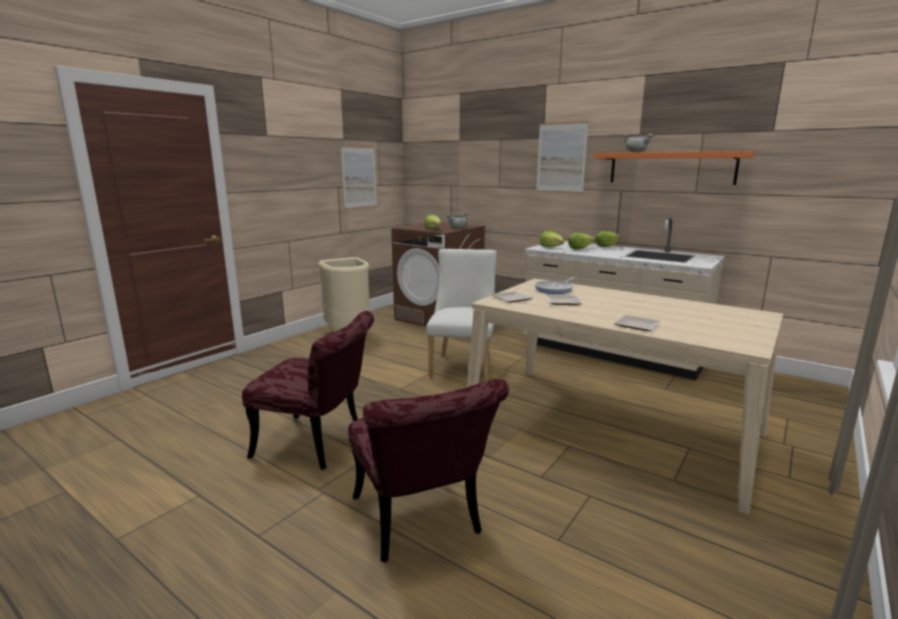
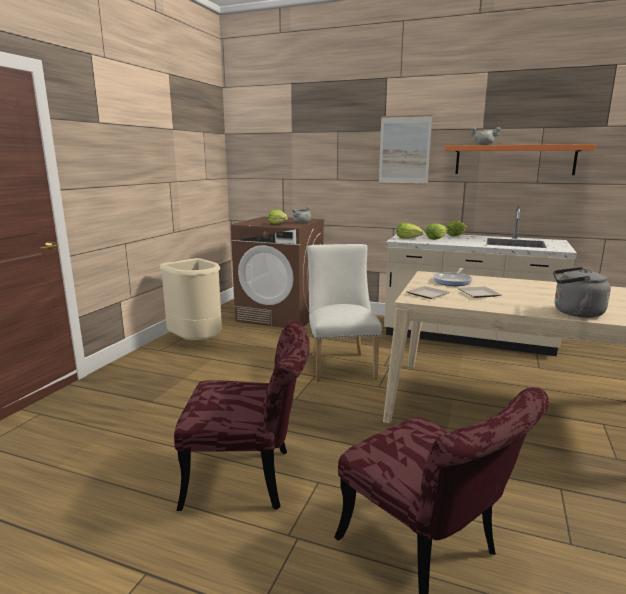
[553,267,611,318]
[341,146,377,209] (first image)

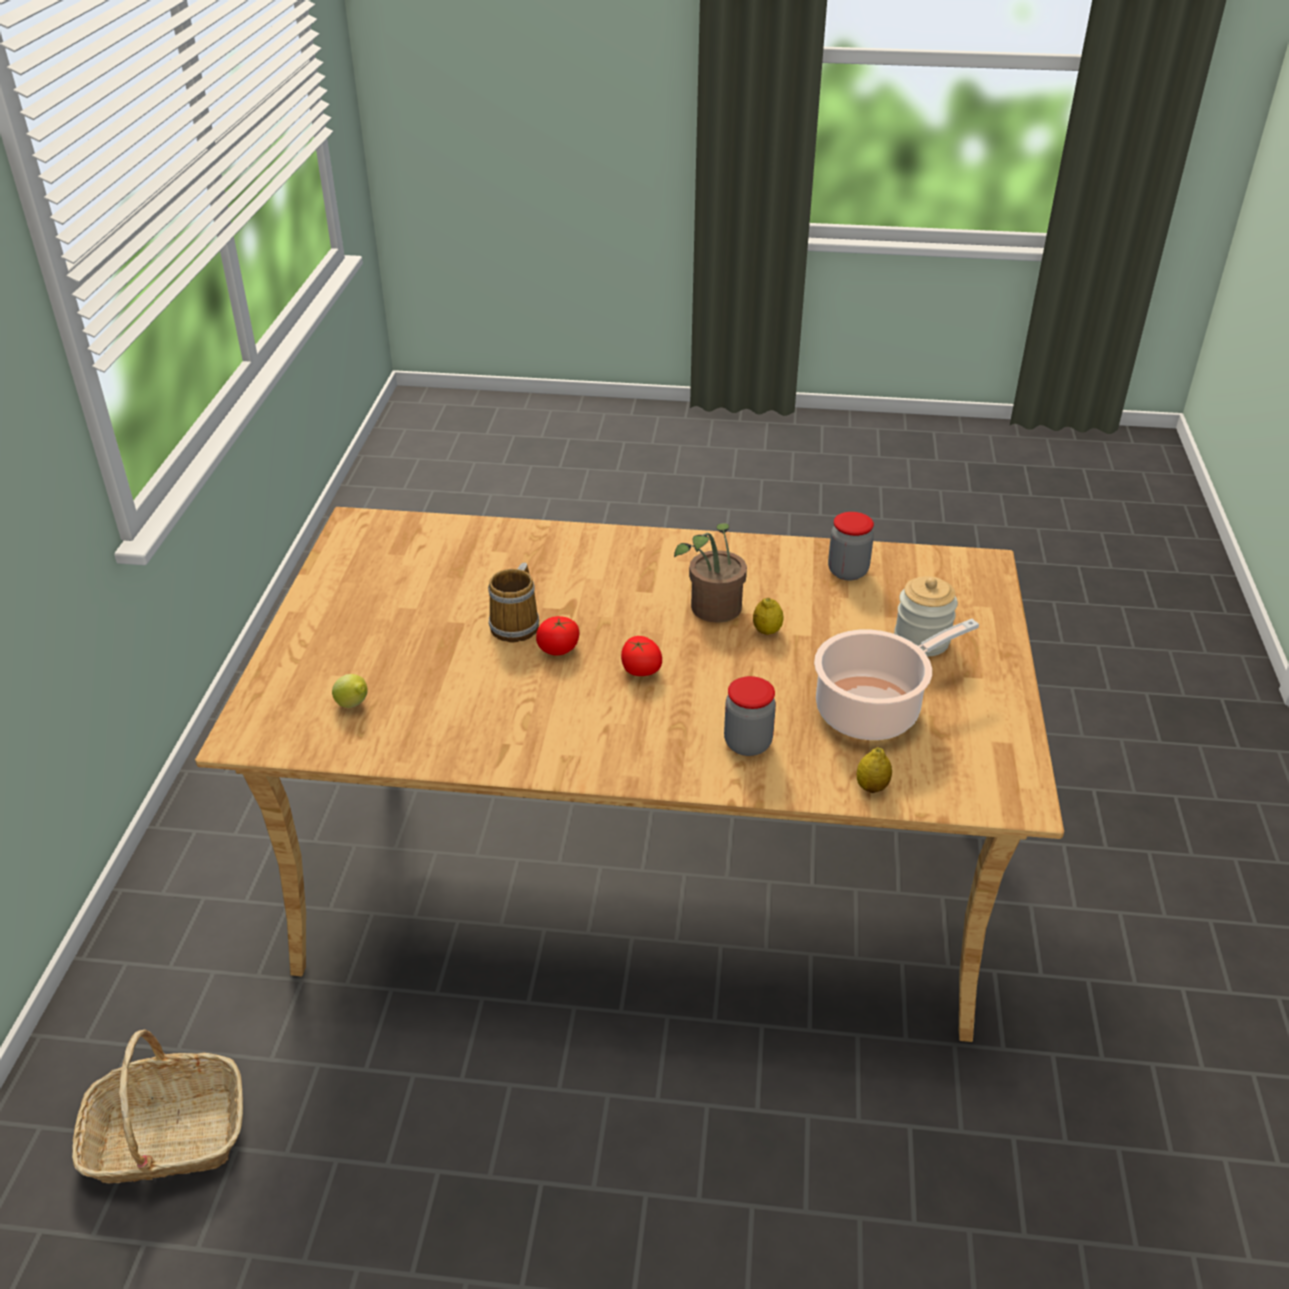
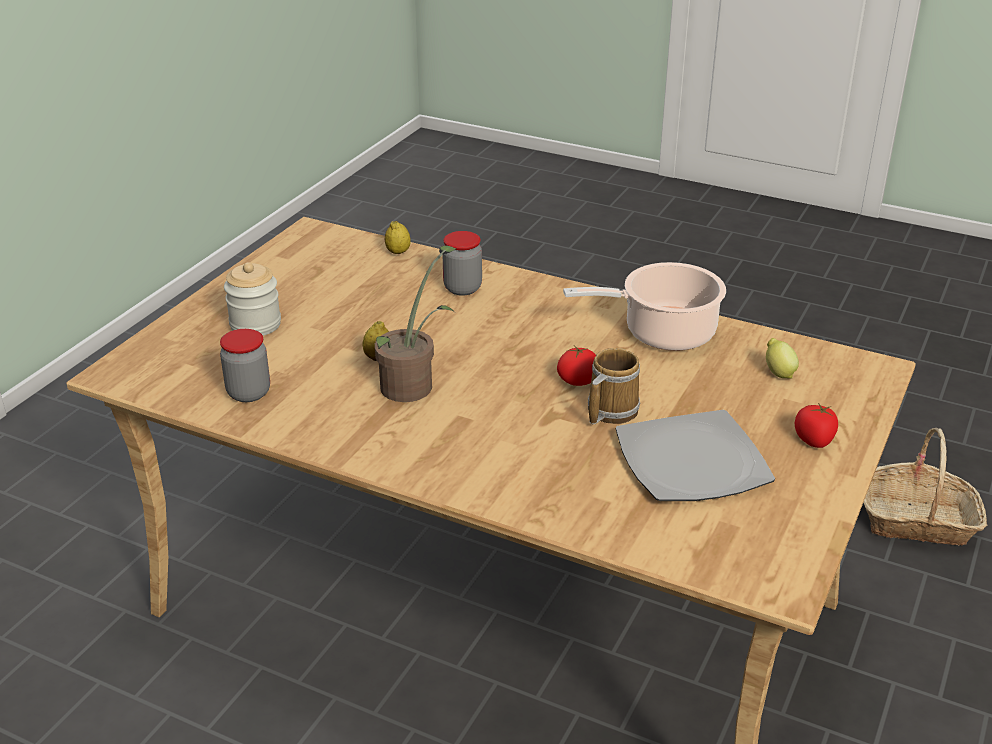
[563,262,726,351]
[616,410,775,501]
[795,403,838,448]

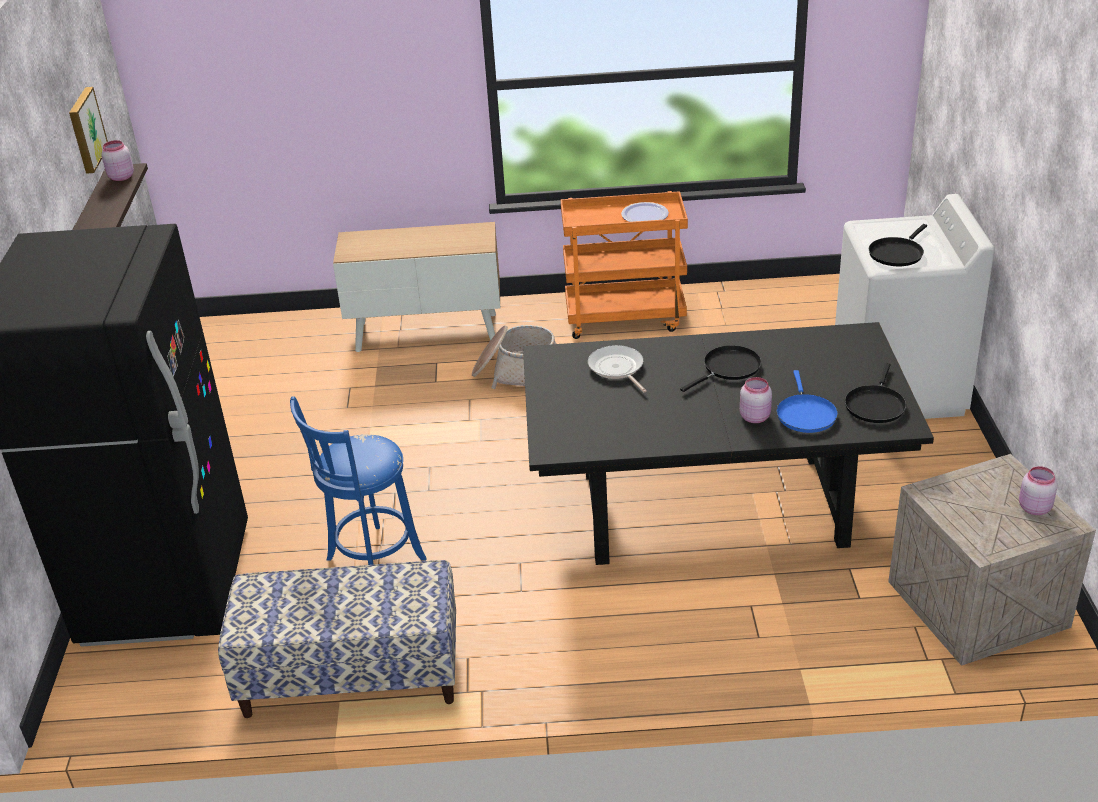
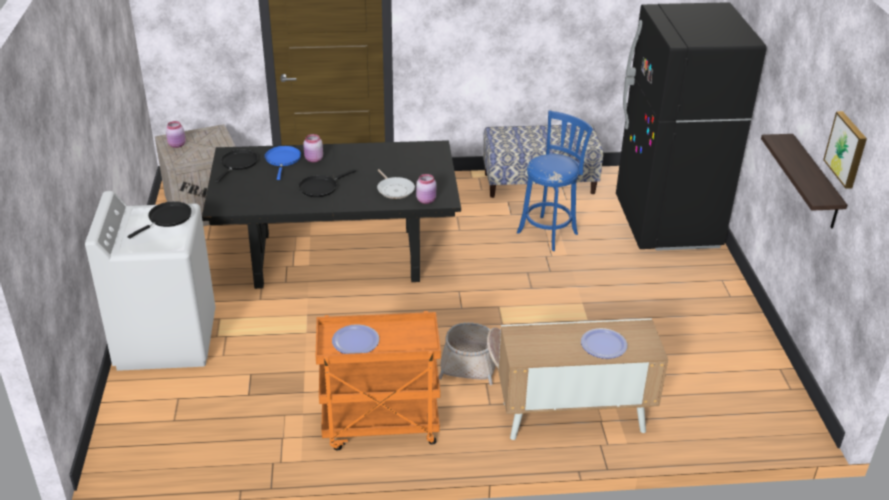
[416,174,436,204]
[581,328,627,359]

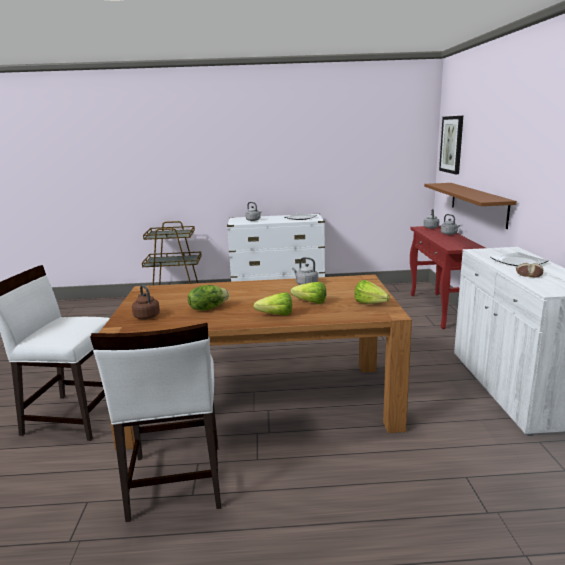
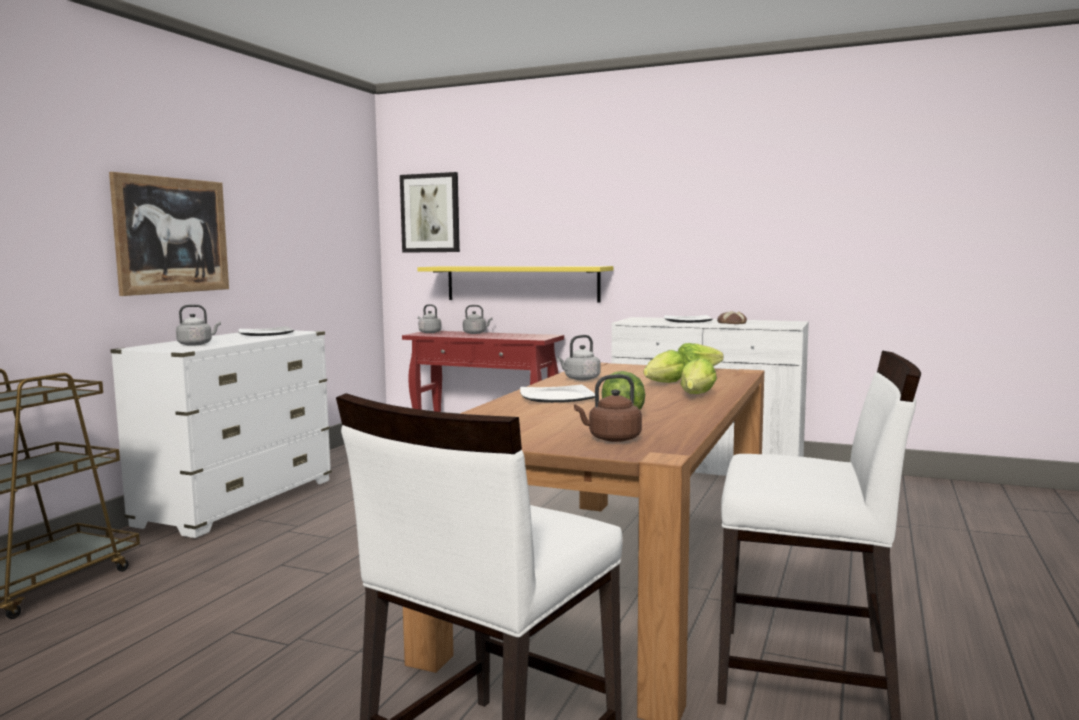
[109,172,229,296]
[417,266,613,302]
[520,385,595,403]

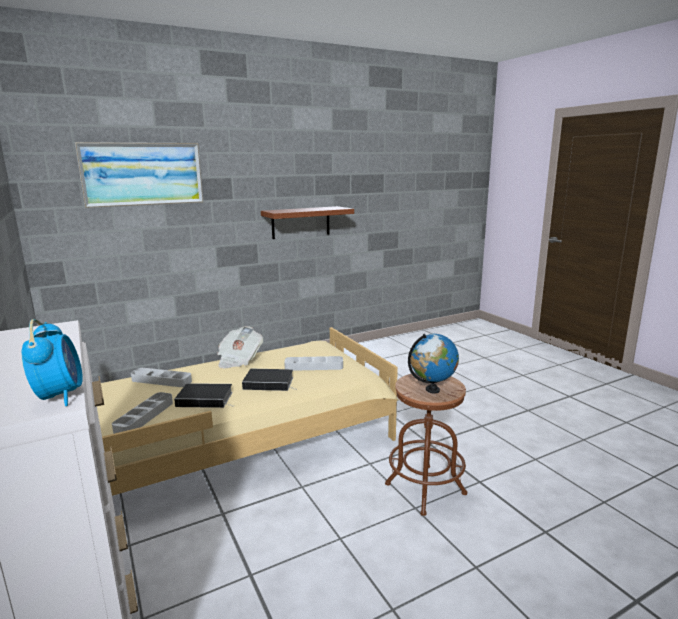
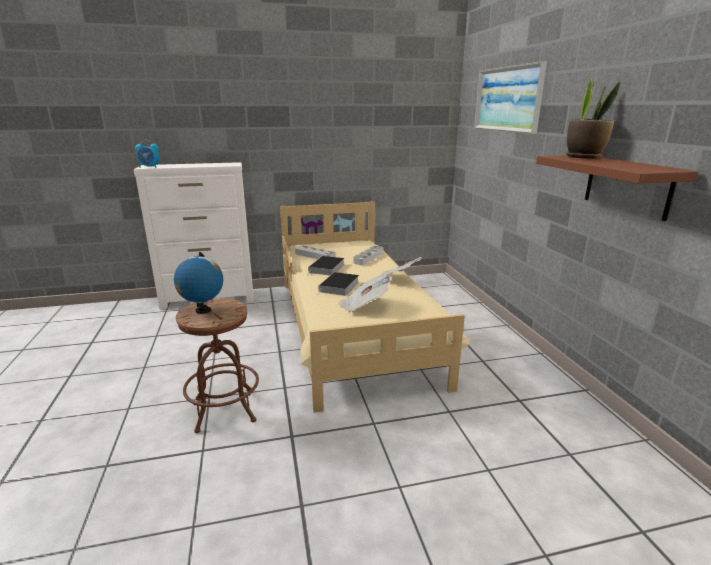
[338,275,392,312]
[566,77,620,159]

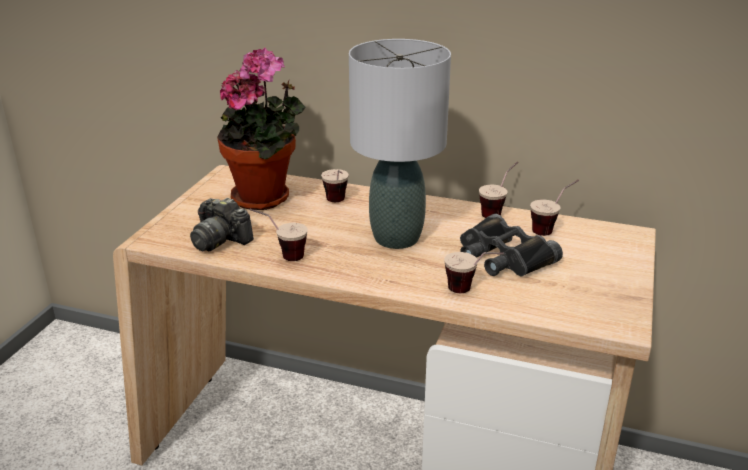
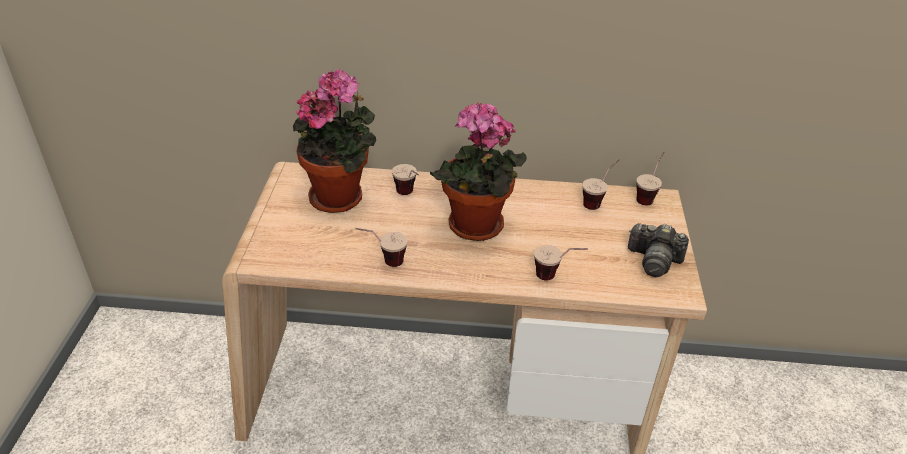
[430,102,527,241]
[628,223,689,277]
[636,152,665,205]
[460,214,563,276] (first image)

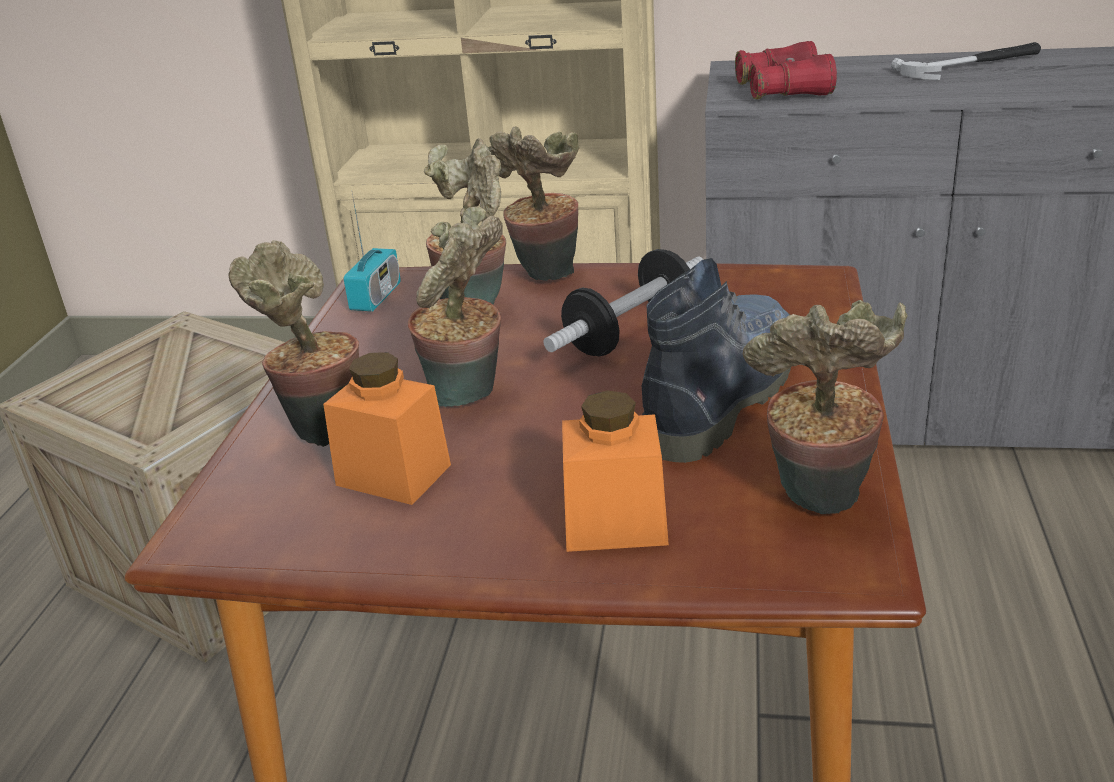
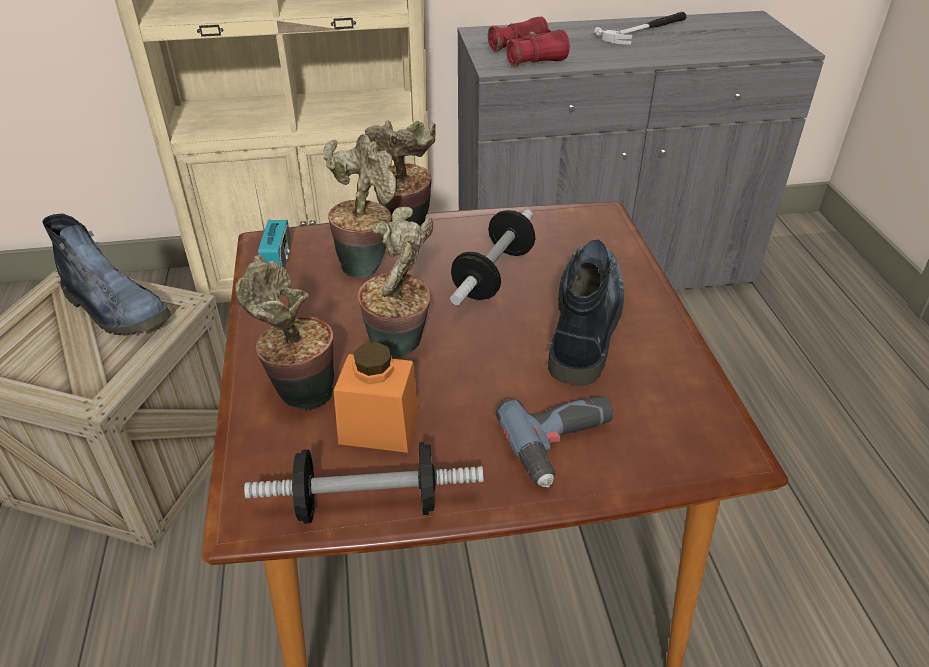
[42,213,171,335]
[244,442,483,524]
[496,396,613,487]
[743,300,908,514] (first image)

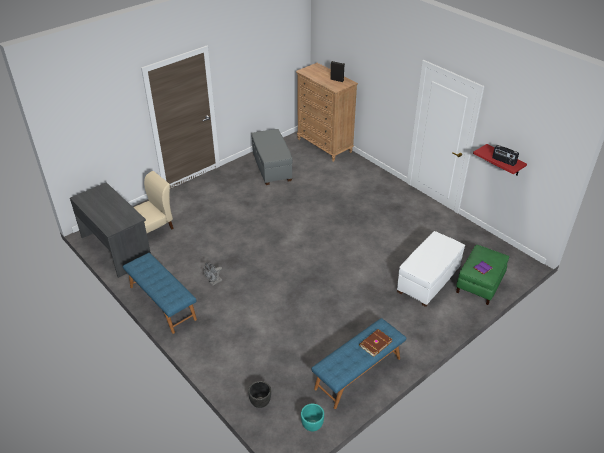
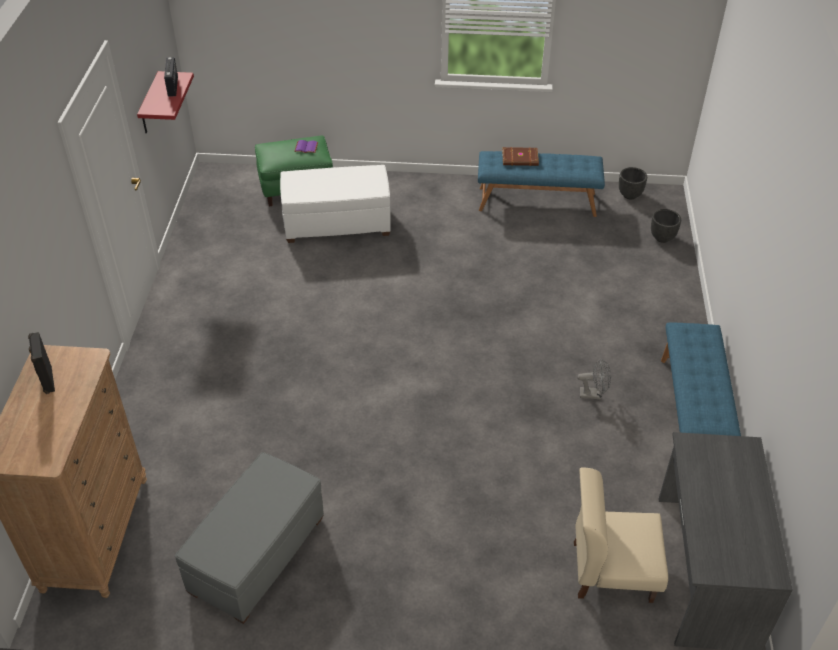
[619,167,647,200]

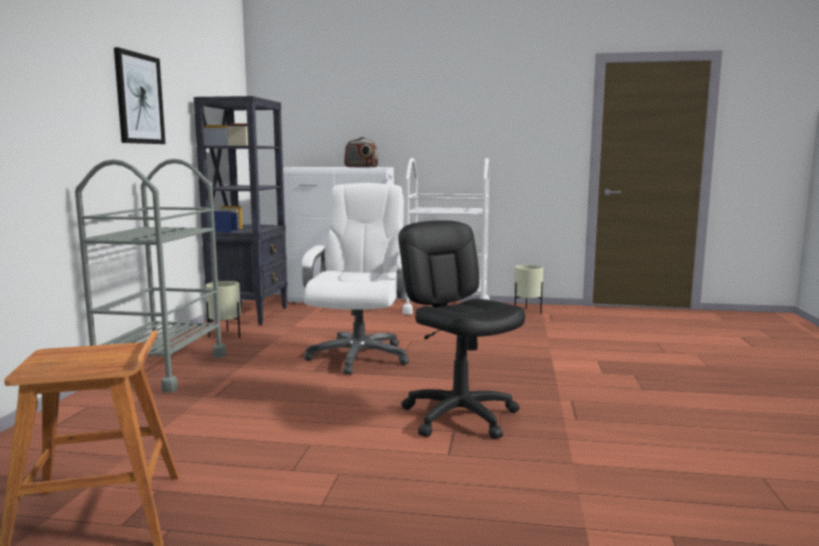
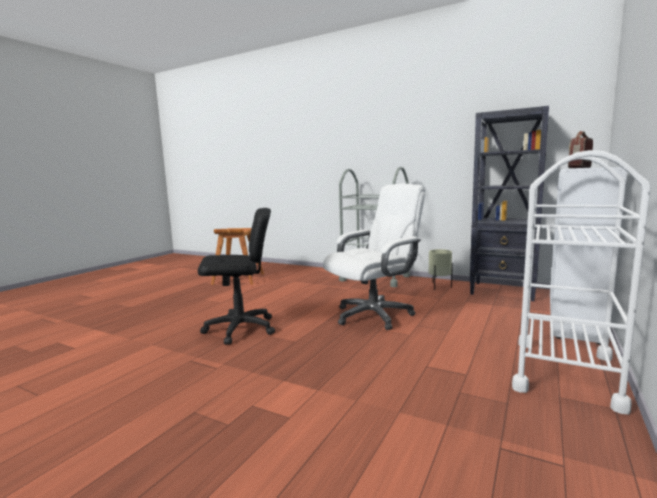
[323,184,425,330]
[114,47,166,144] (first image)
[514,265,543,313] (first image)

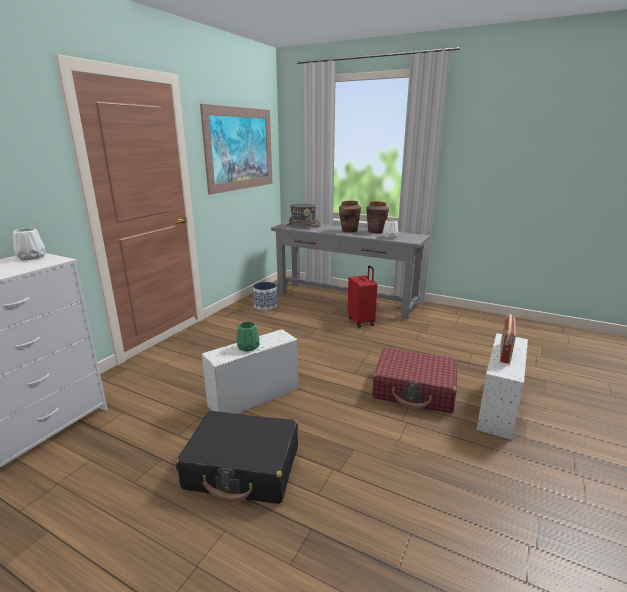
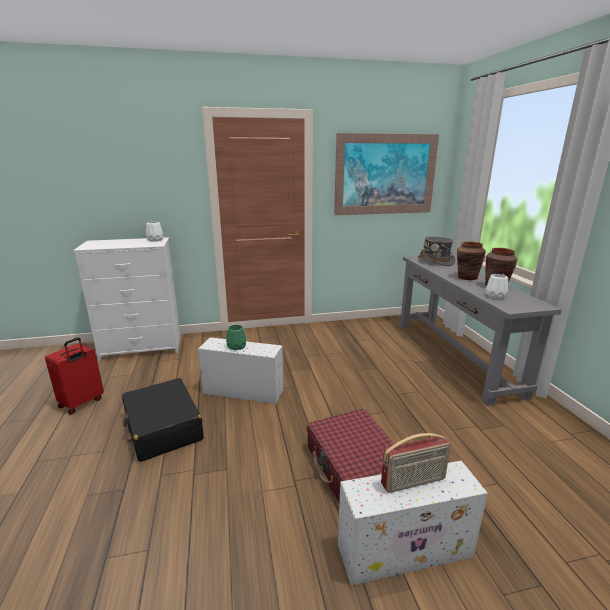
[45,337,104,414]
[253,282,277,310] (first image)

